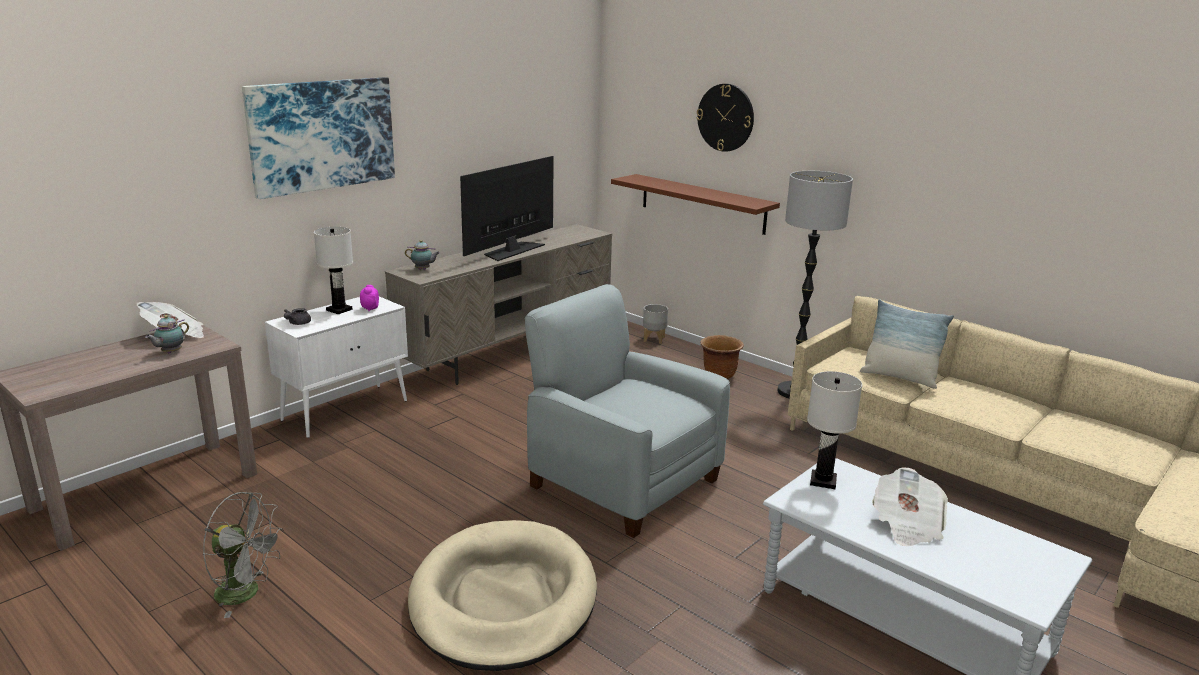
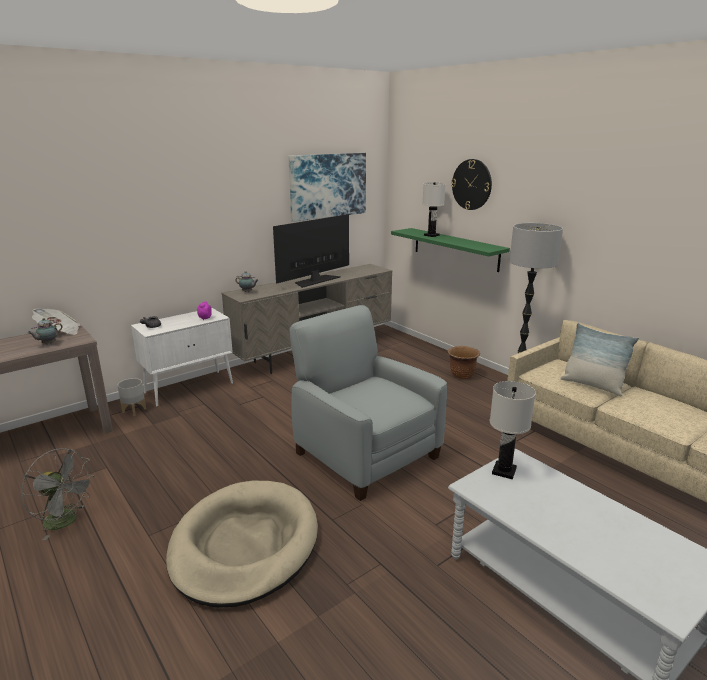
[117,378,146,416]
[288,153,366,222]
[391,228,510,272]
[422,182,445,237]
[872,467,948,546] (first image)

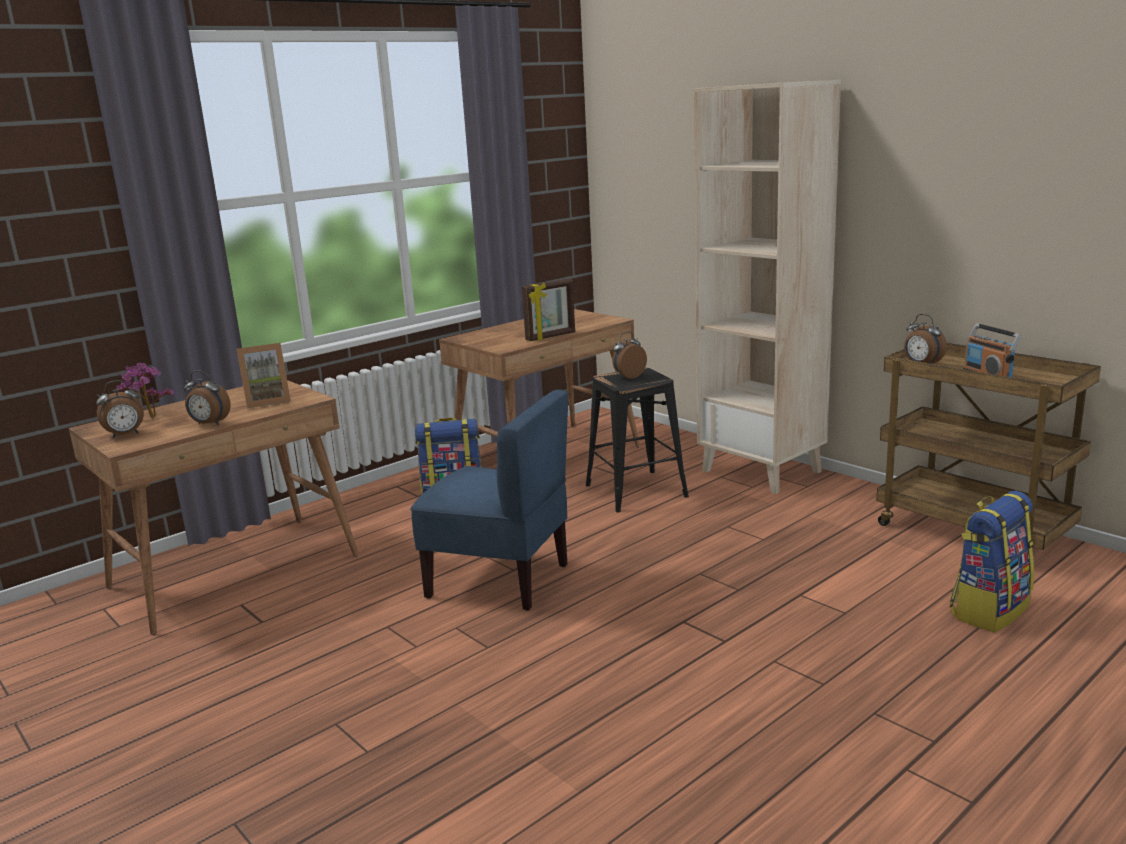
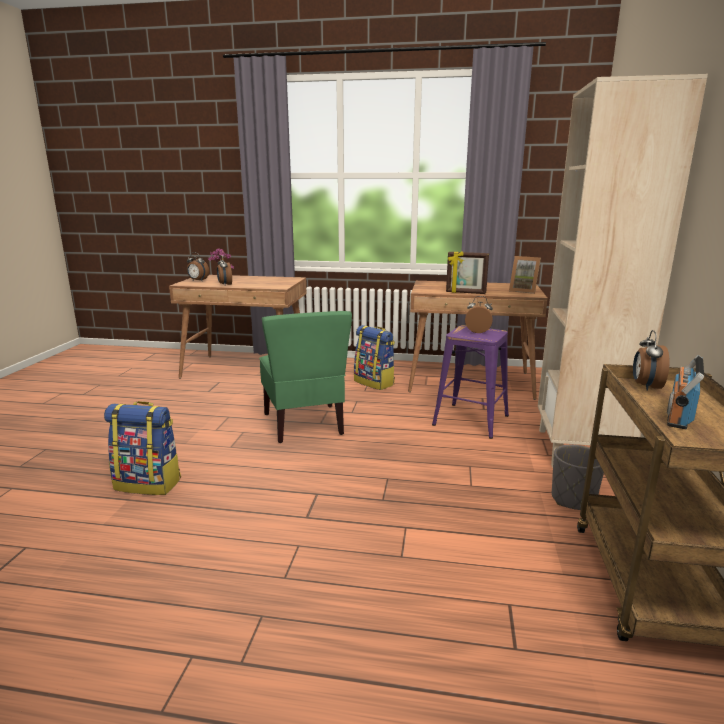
[104,401,181,495]
[259,311,352,443]
[432,325,509,439]
[509,256,541,294]
[552,445,604,510]

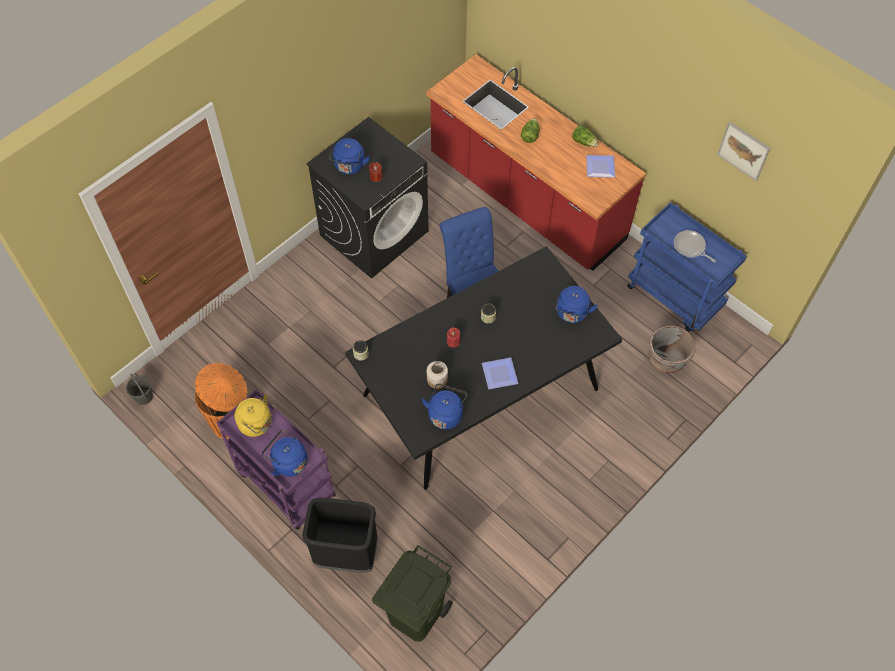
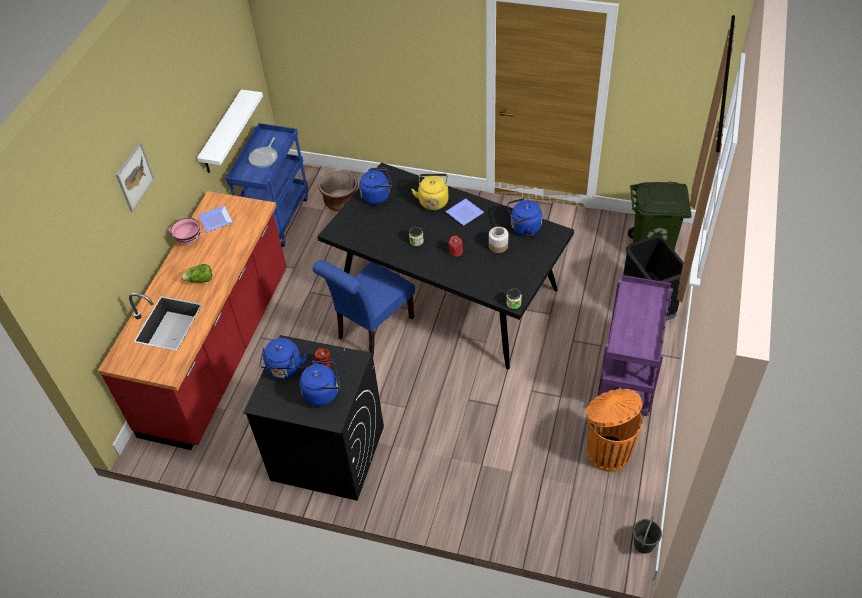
[116,142,154,212]
[168,218,204,245]
[197,89,263,173]
[259,338,307,379]
[319,171,358,212]
[411,173,449,210]

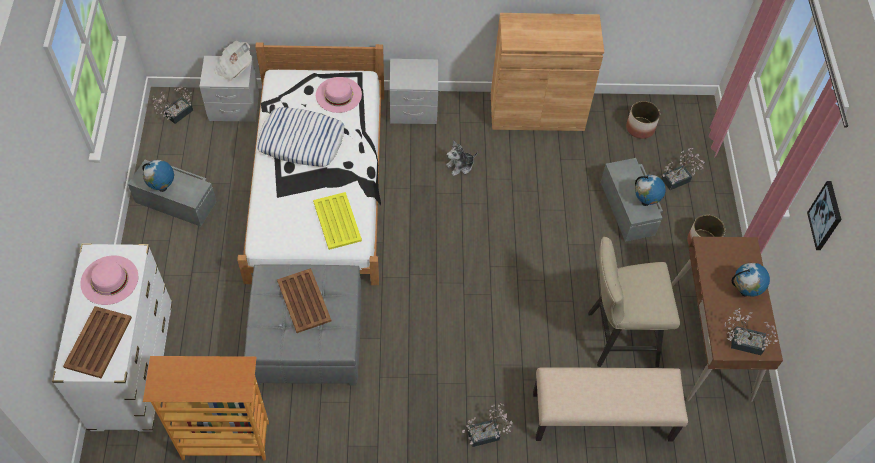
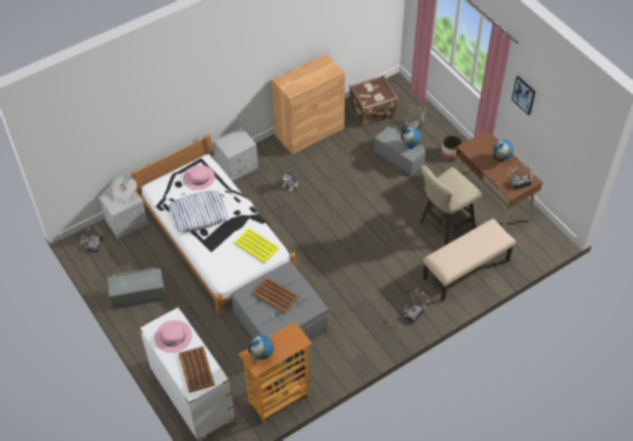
[248,335,274,360]
[349,75,398,125]

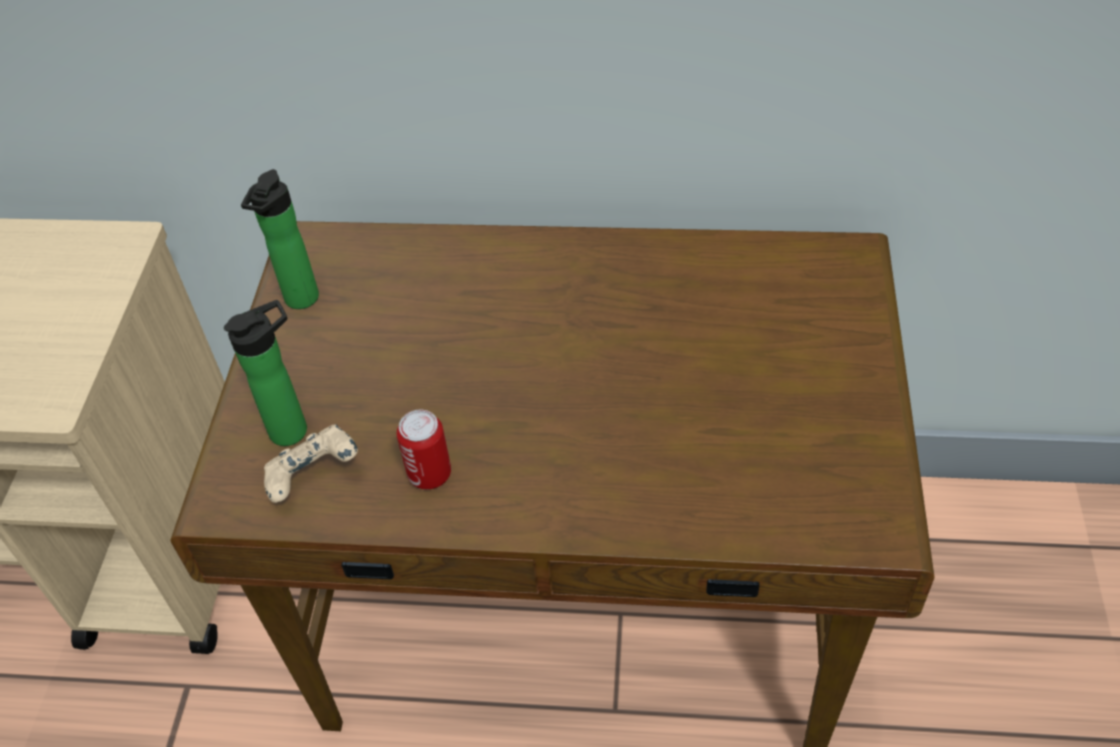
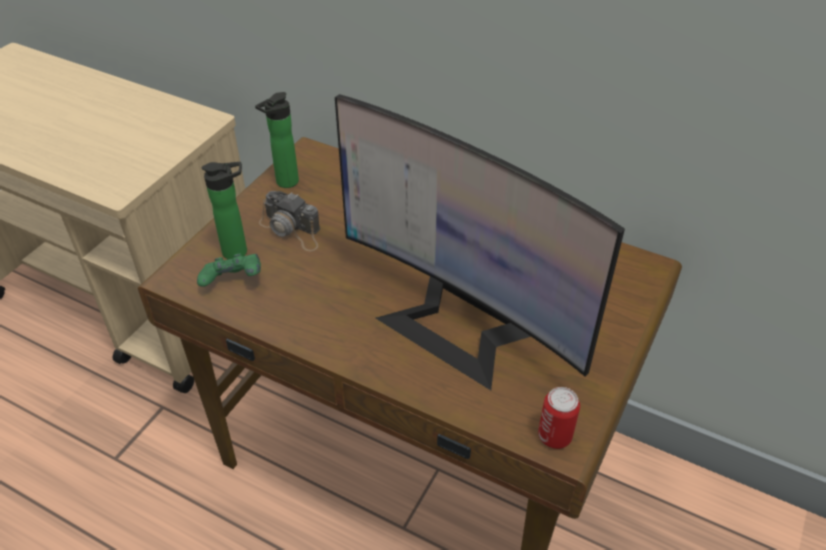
[197,253,261,287]
[259,191,320,251]
[335,94,625,390]
[538,387,580,449]

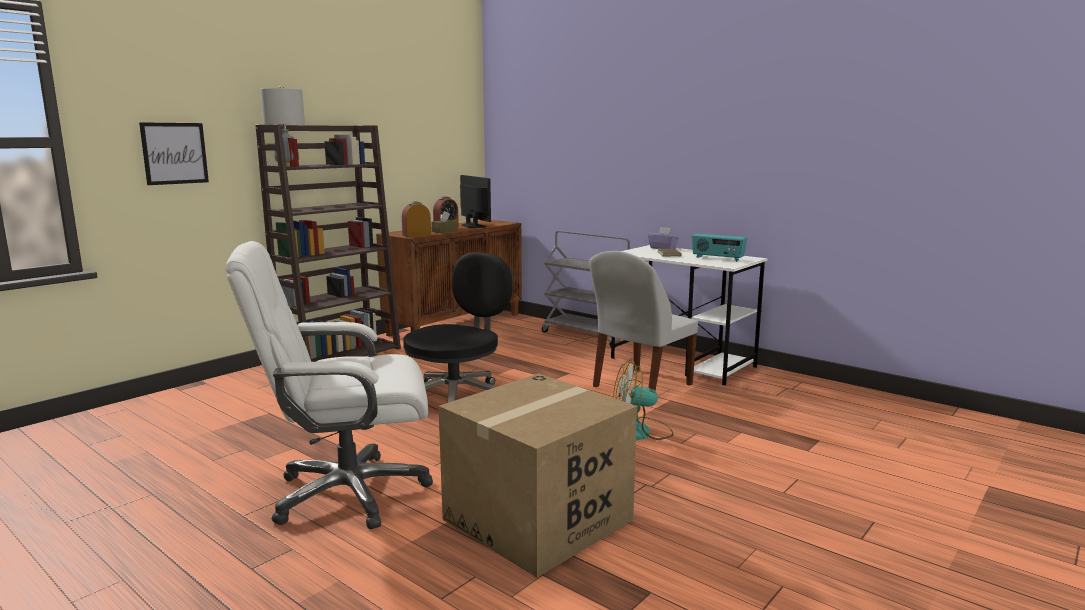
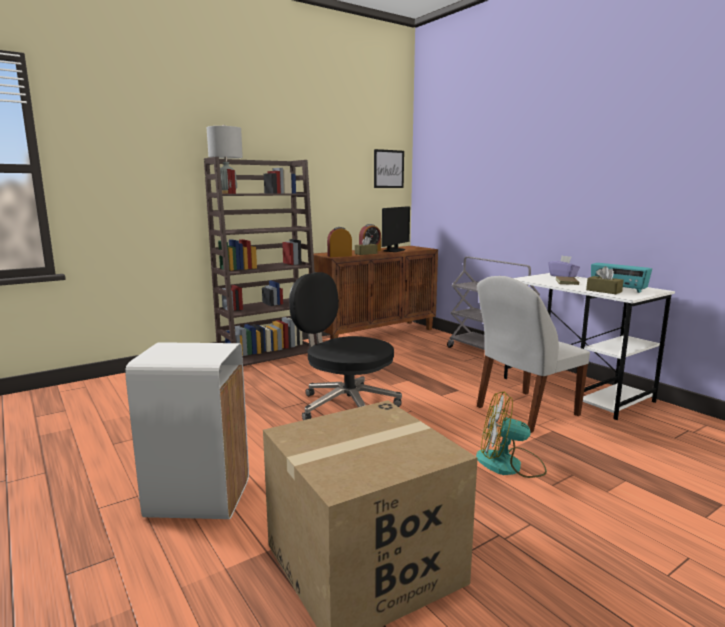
[125,342,249,519]
[289,272,402,420]
[374,149,404,188]
[382,206,410,252]
[586,266,624,294]

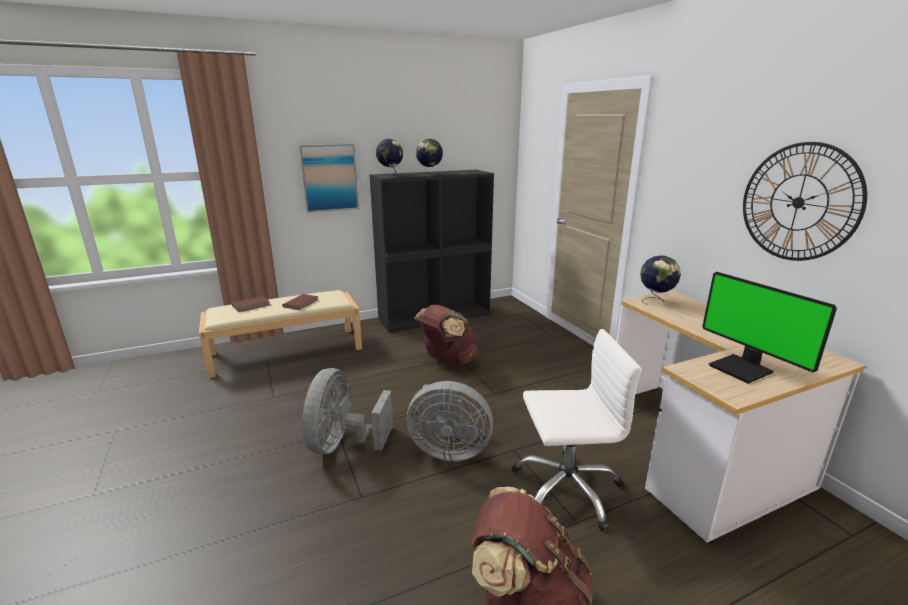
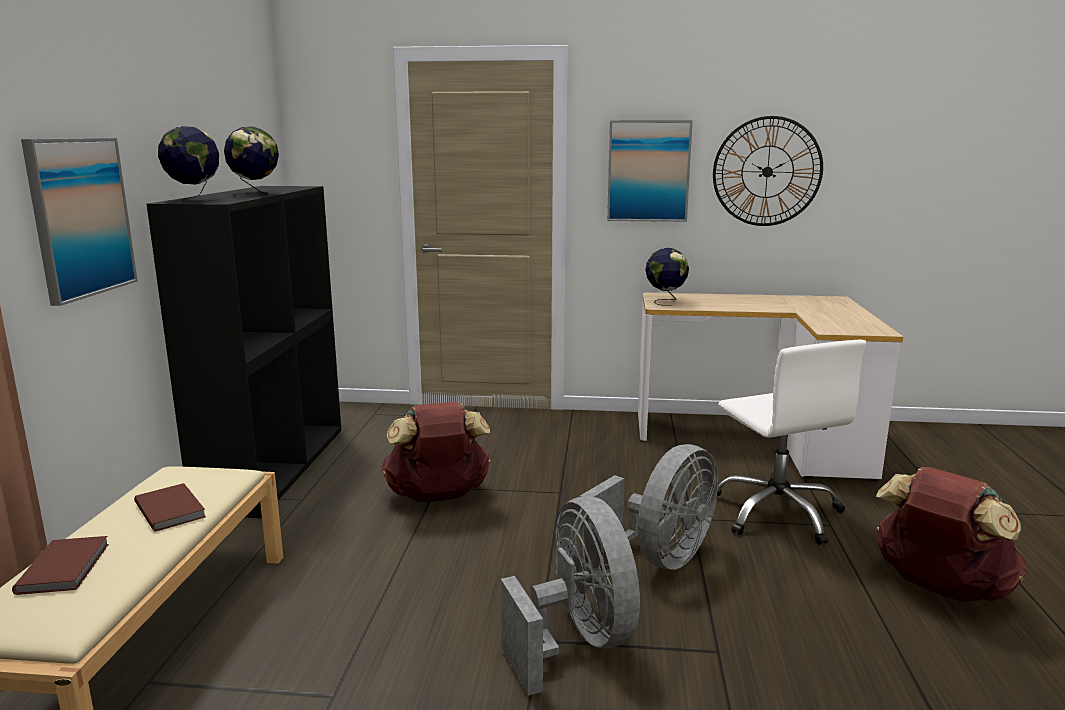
[501,497,640,696]
[607,120,693,222]
[717,340,866,545]
[702,272,837,384] (first image)

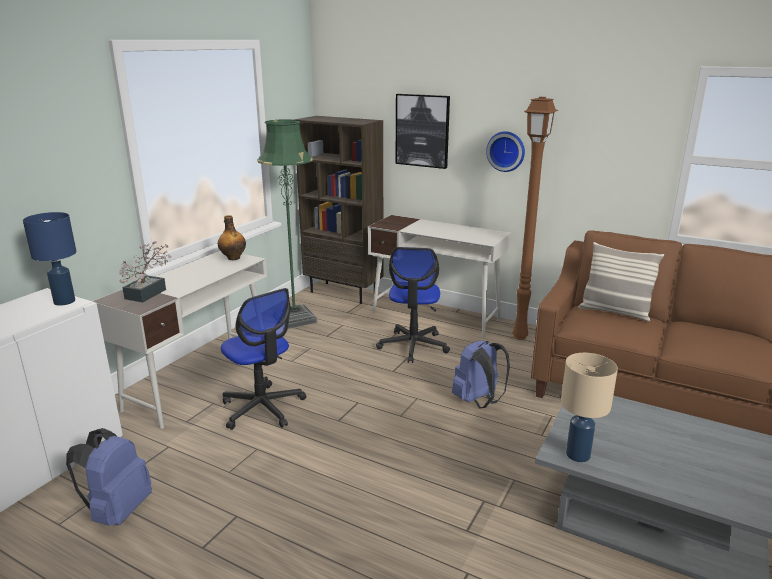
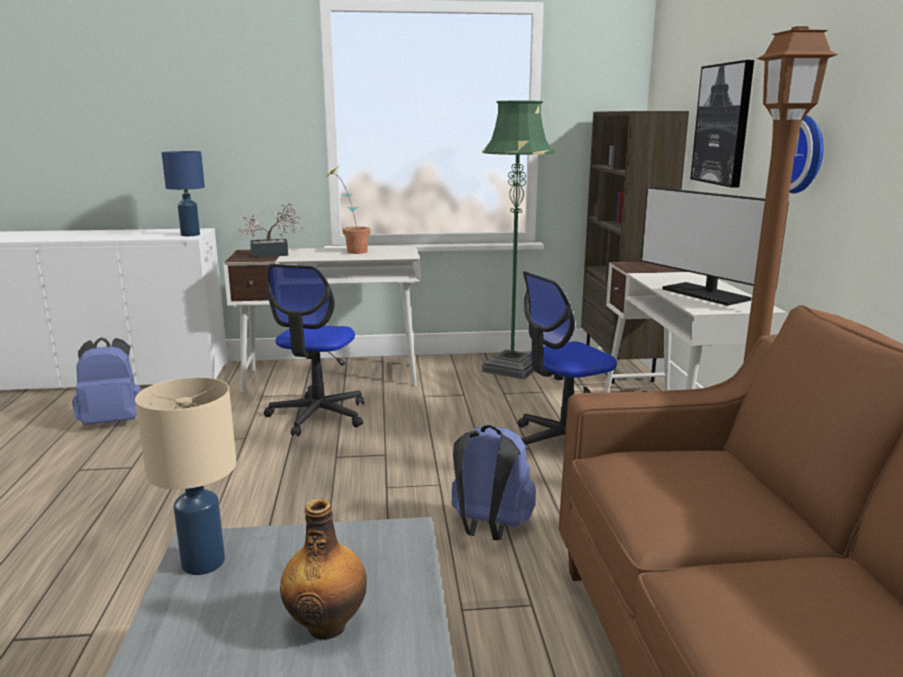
[280,499,367,640]
[326,167,370,254]
[641,187,789,306]
[578,242,664,322] (first image)

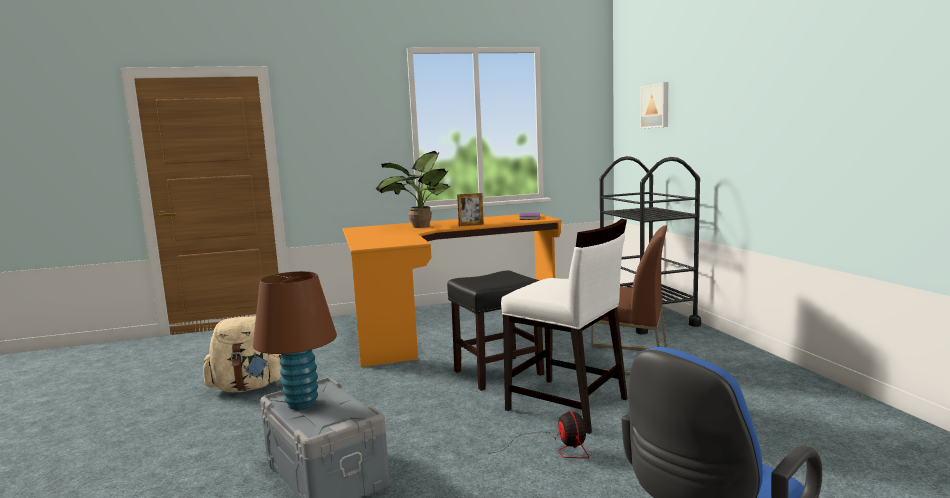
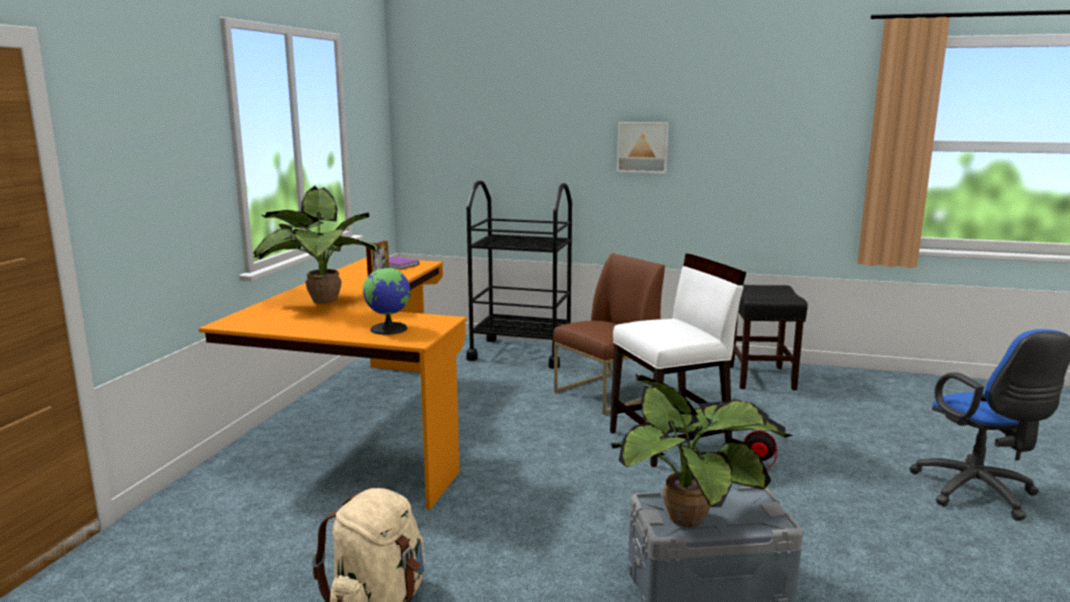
[363,266,411,335]
[611,373,792,528]
[617,122,669,173]
[730,285,808,390]

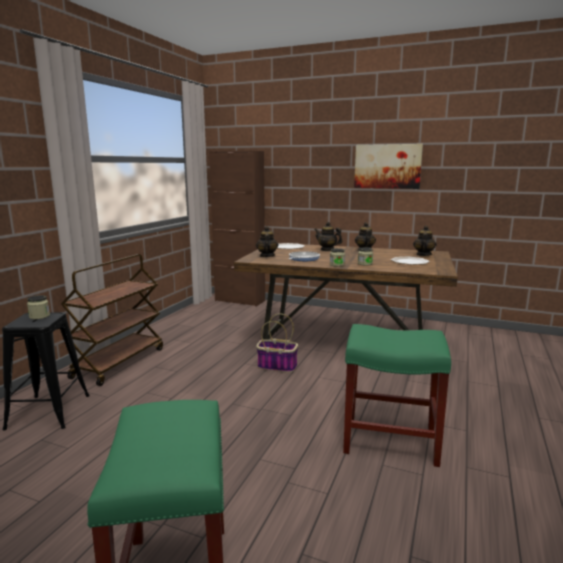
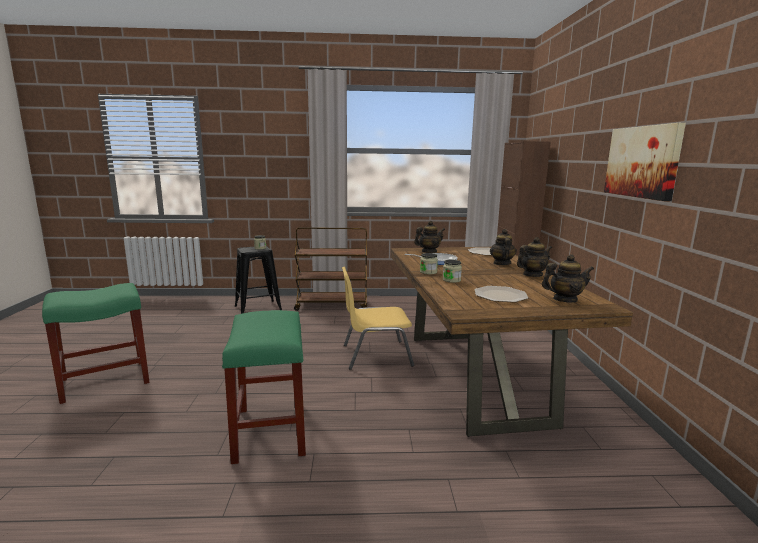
[342,267,414,370]

